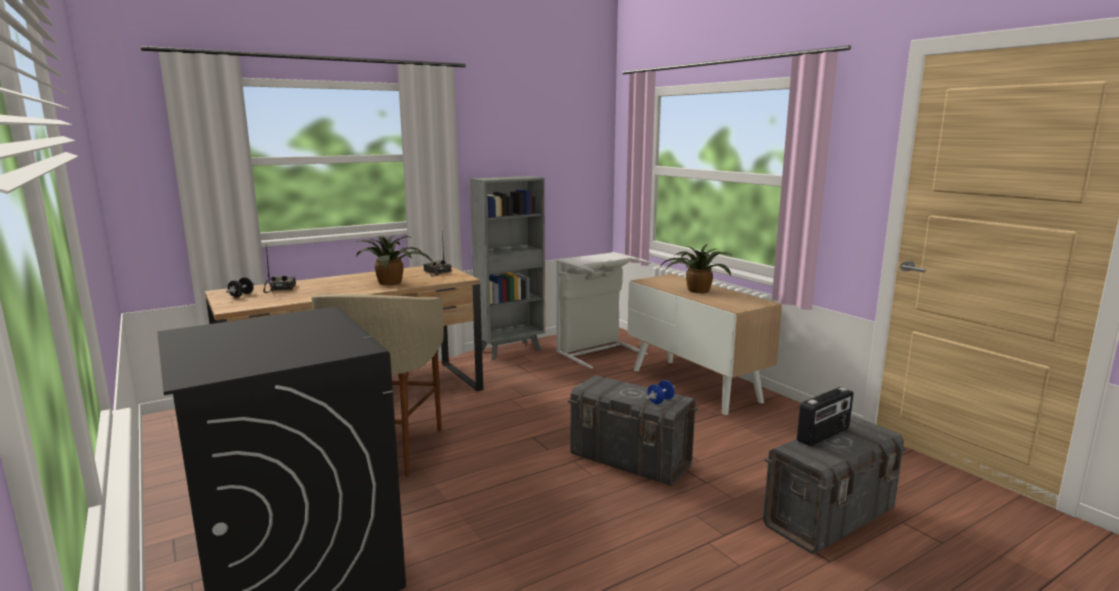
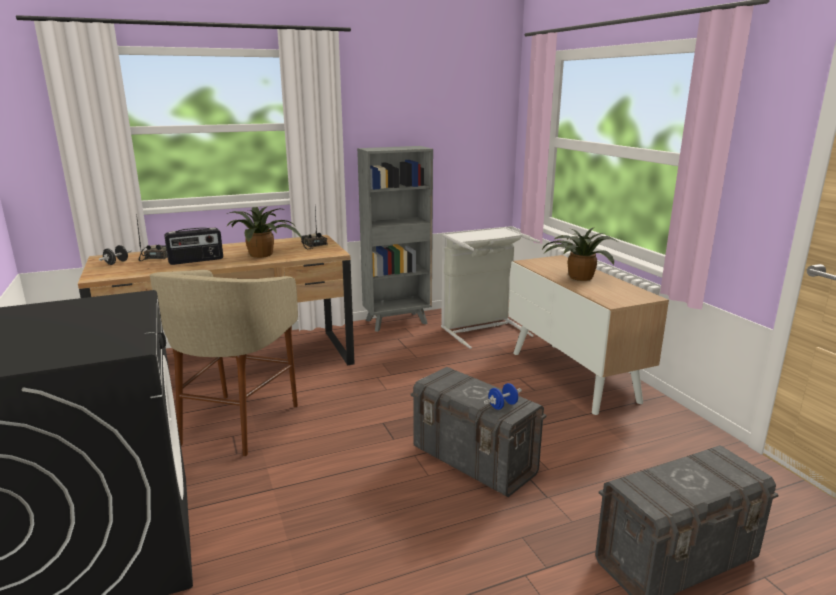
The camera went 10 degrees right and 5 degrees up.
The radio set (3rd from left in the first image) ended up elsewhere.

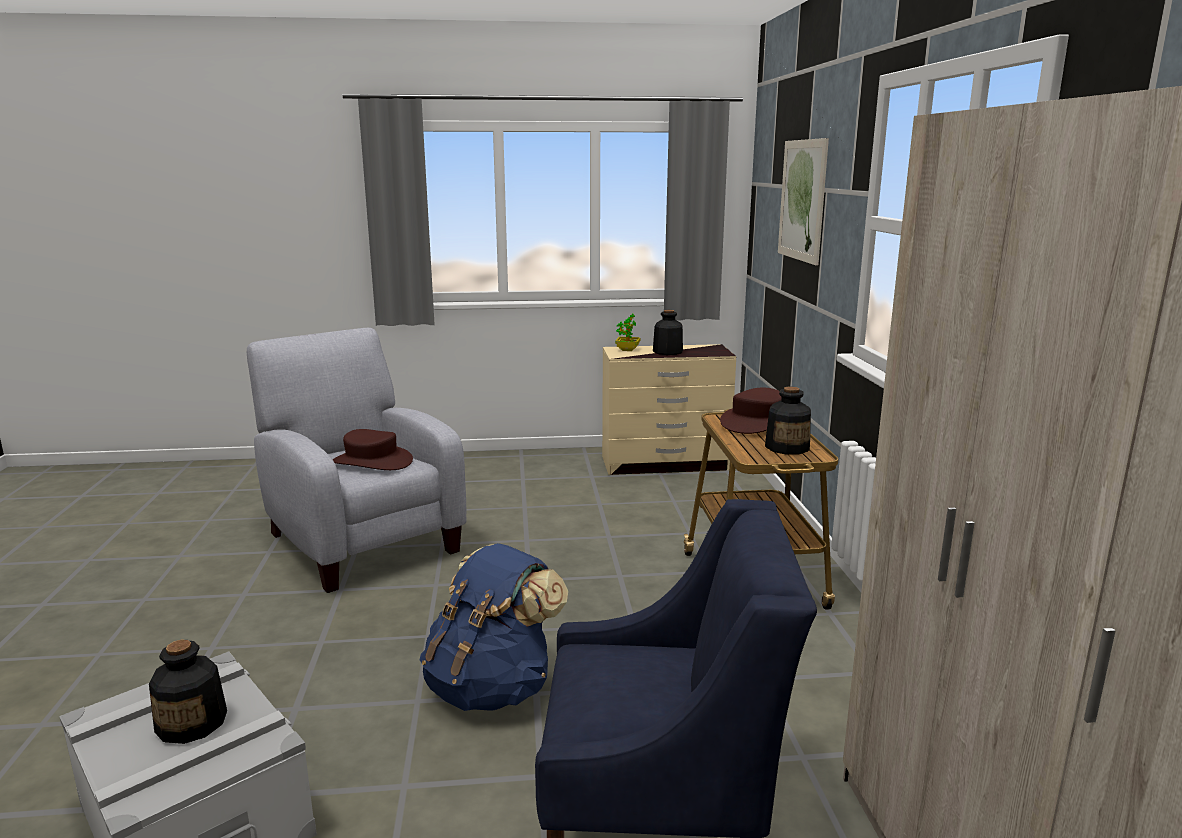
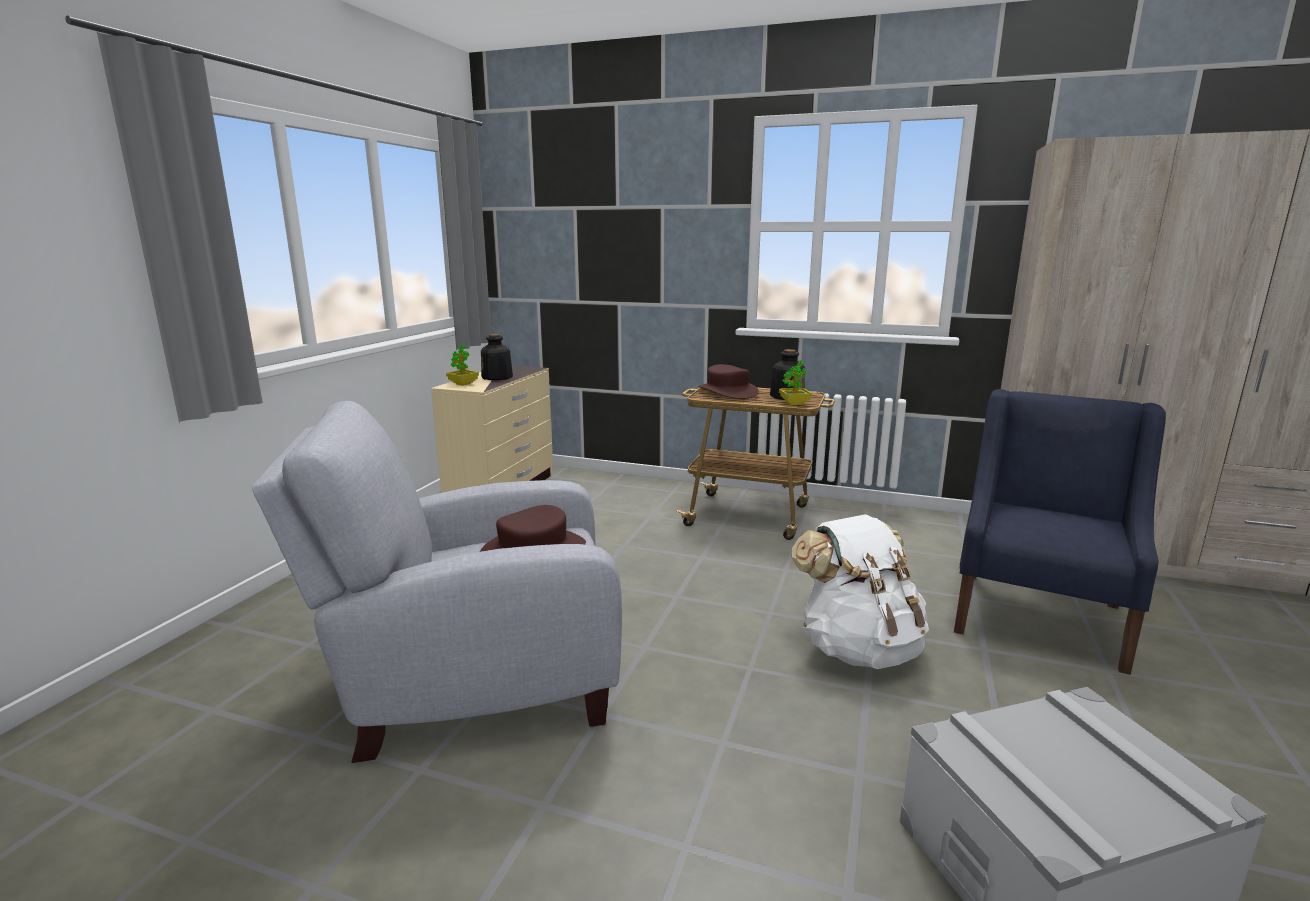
The camera went 65 degrees left and 0 degrees up.
The second view gained the potted plant (2nd from left).
What was the knapsack in bluish turned into the knapsack in white-coloured.
The second view lost the beverage bottle (1st from left).
The second view lost the wall picture.

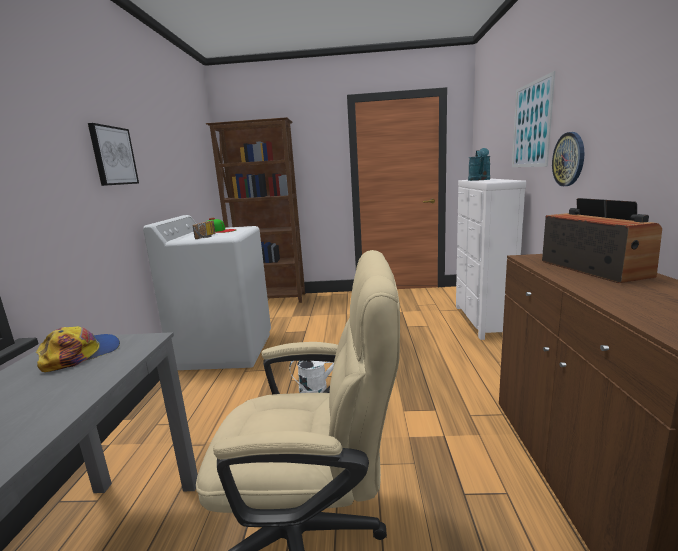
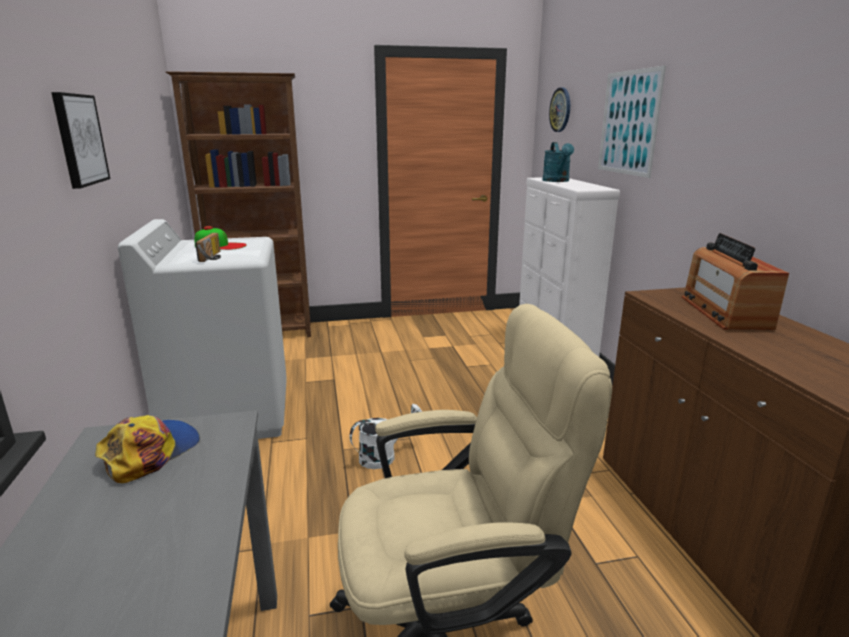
The camera went 15 degrees left and 5 degrees up.
The clock on the wall ended up elsewhere.
The radio set (2nd from left) ended up facing another way, 150 degrees counterclockwise from before.

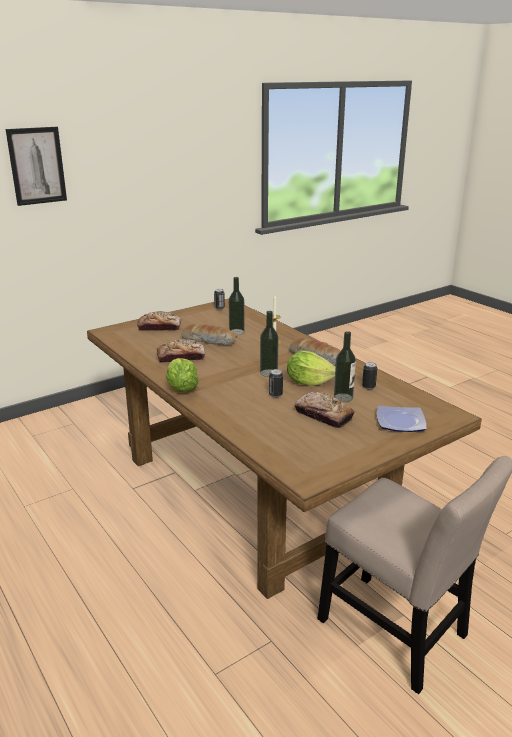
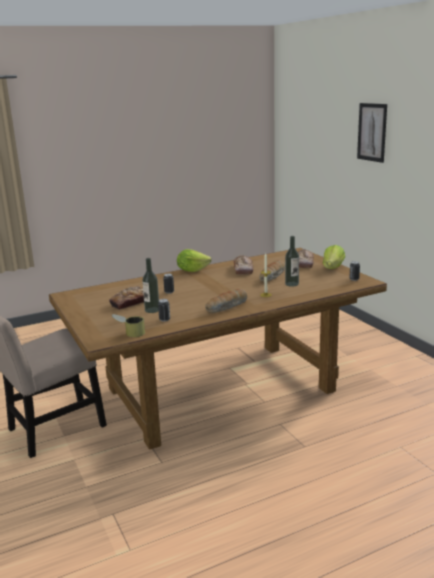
The camera went 100 degrees right and 5 degrees down.
The second view gained the sealed can (1st from left).
The lettuce head (2nd from left) ended up elsewhere.
The second view lost the beverage bottle (2nd from left).
The second view lost the dinner plate.

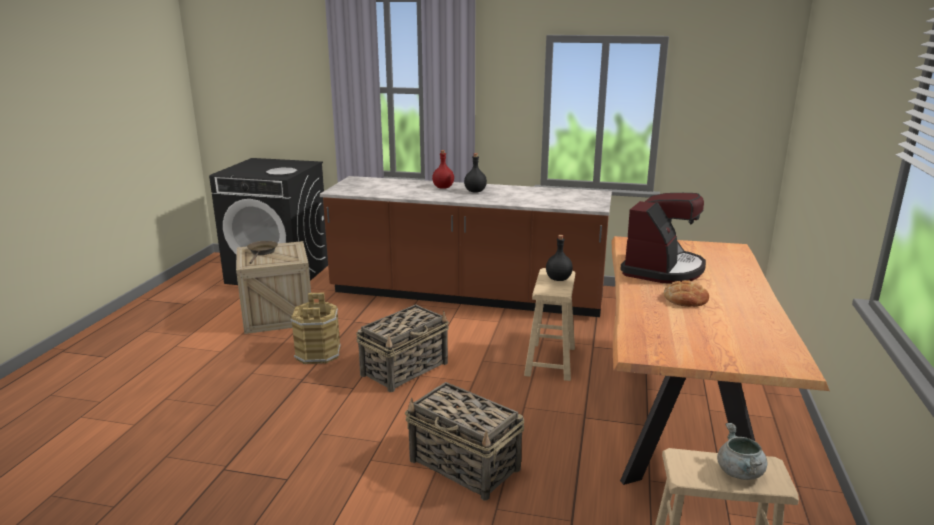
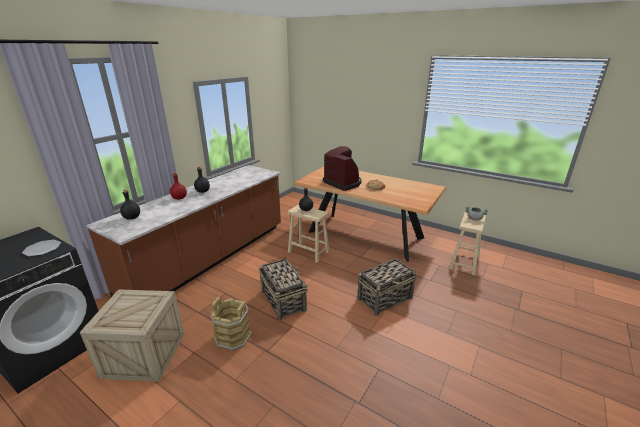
The camera went 70 degrees left and 5 degrees up.
The second view gained the beverage bottle in black (1st from left).
The second view lost the skillet in brown.

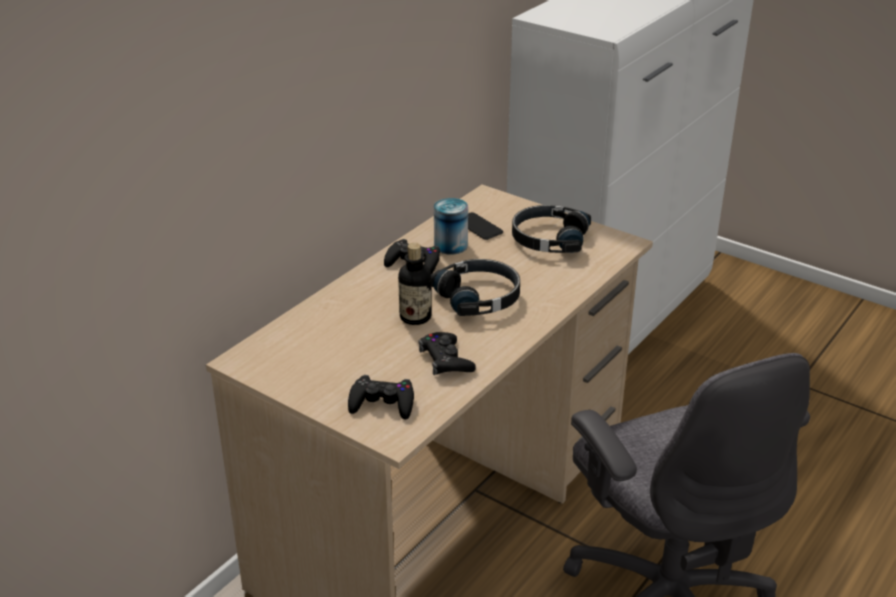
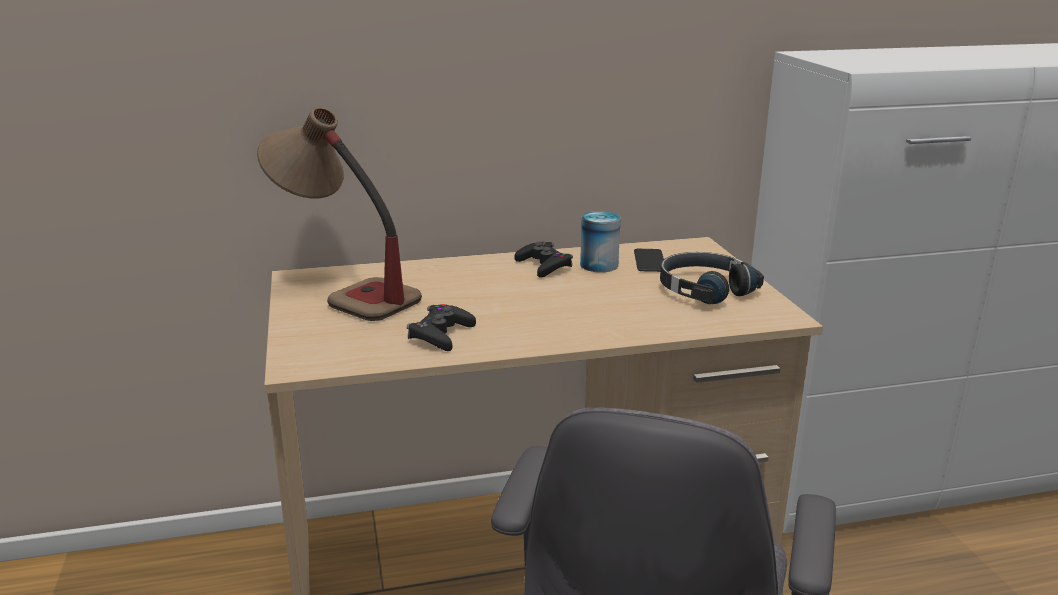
The camera went 40 degrees right and 10 degrees down.
The second view gained the lamp for a table.
The second view lost the joypad in black (1st from left).
The second view lost the beverage bottle.
The second view lost the headset in black (1st from left).

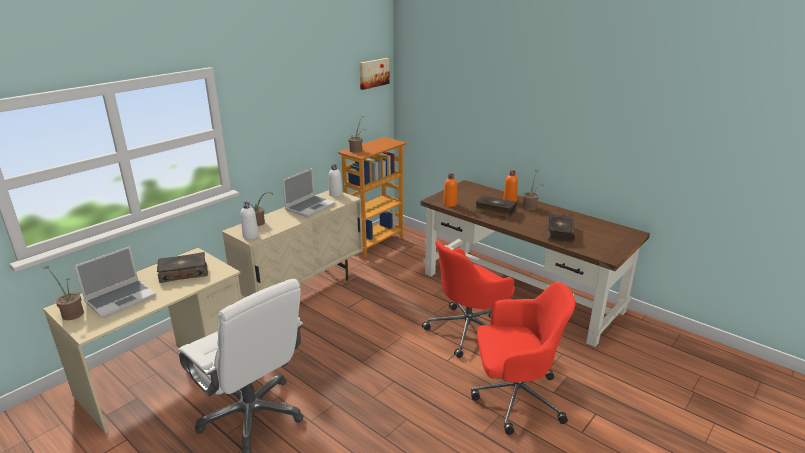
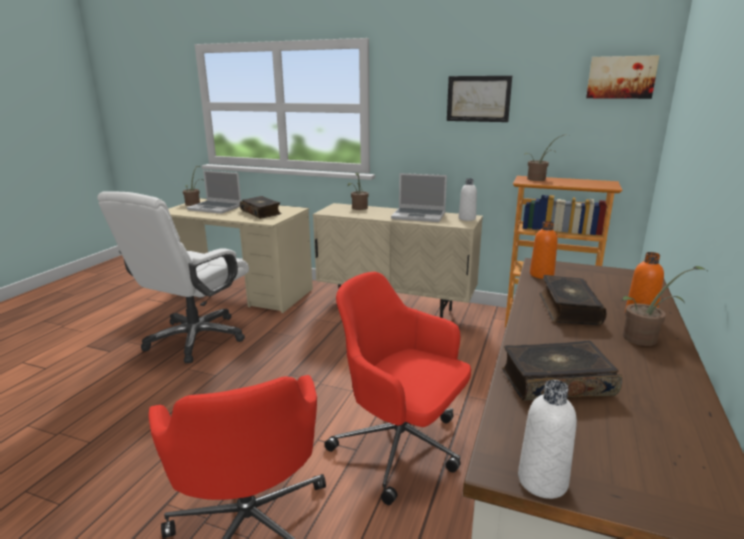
The camera went 70 degrees right and 5 degrees down.
The second view gained the wall picture (1st from left).
The beverage bottle in white-coloured (1st from left in the first image) ended up elsewhere.

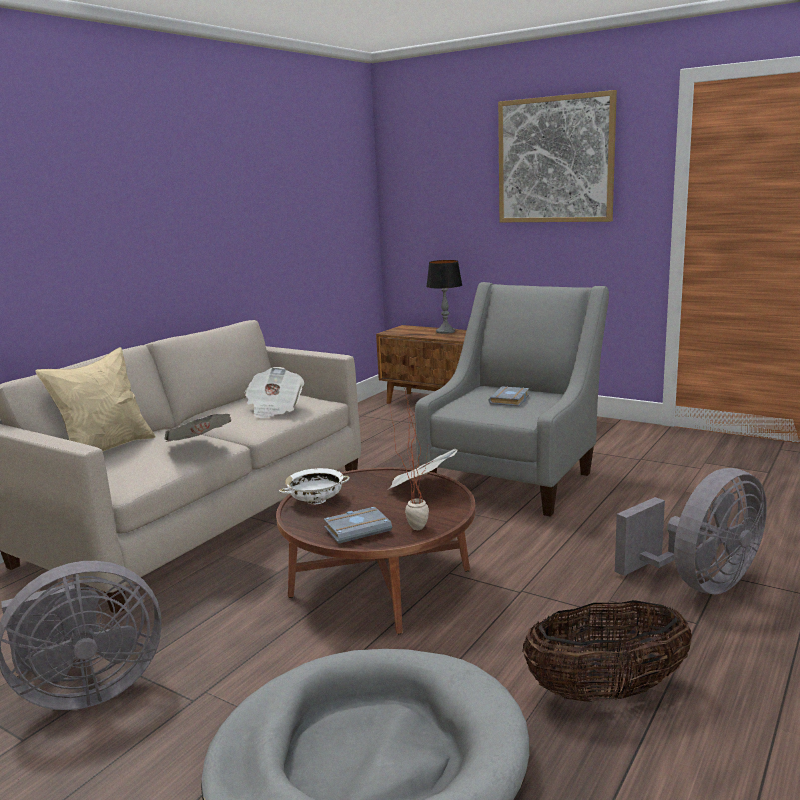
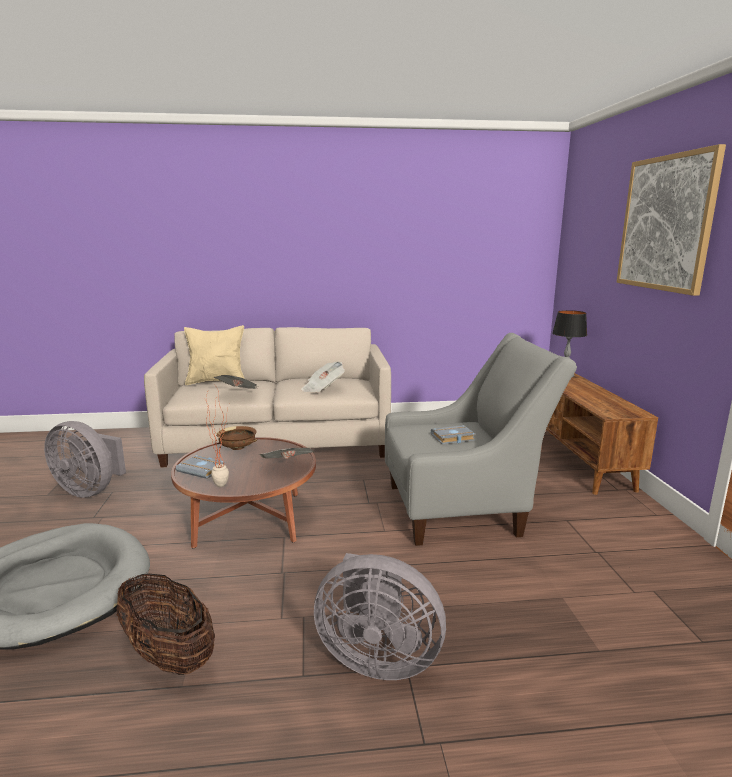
The camera went 50 degrees right and 0 degrees up.
What was the serving bowl in white-coloured turned into the serving bowl in brown.

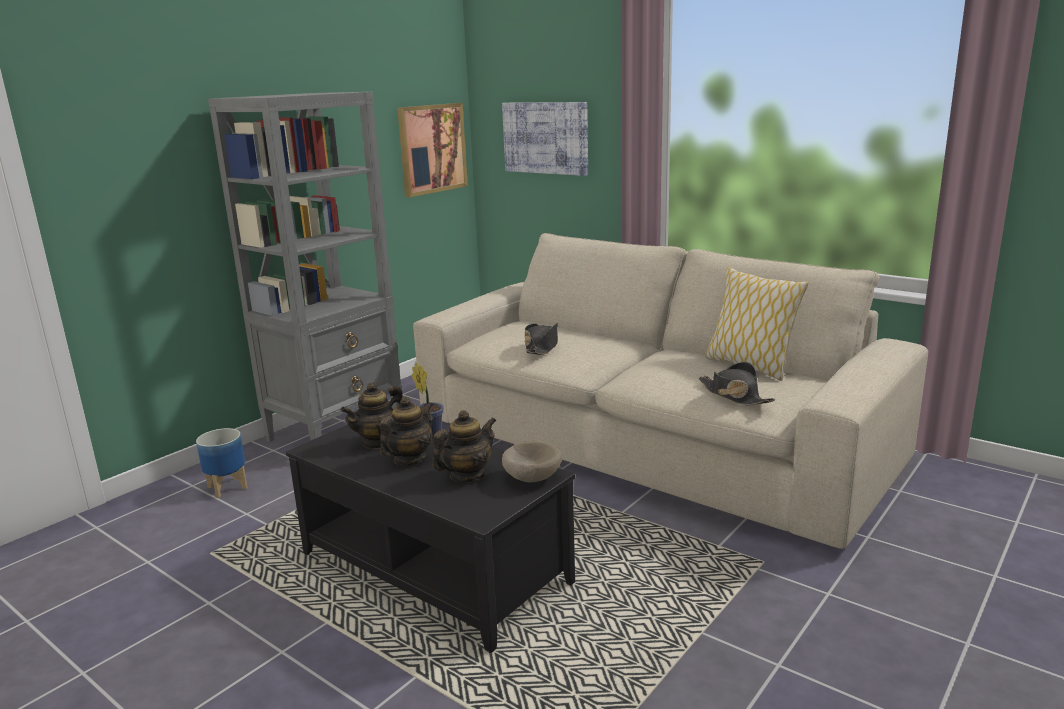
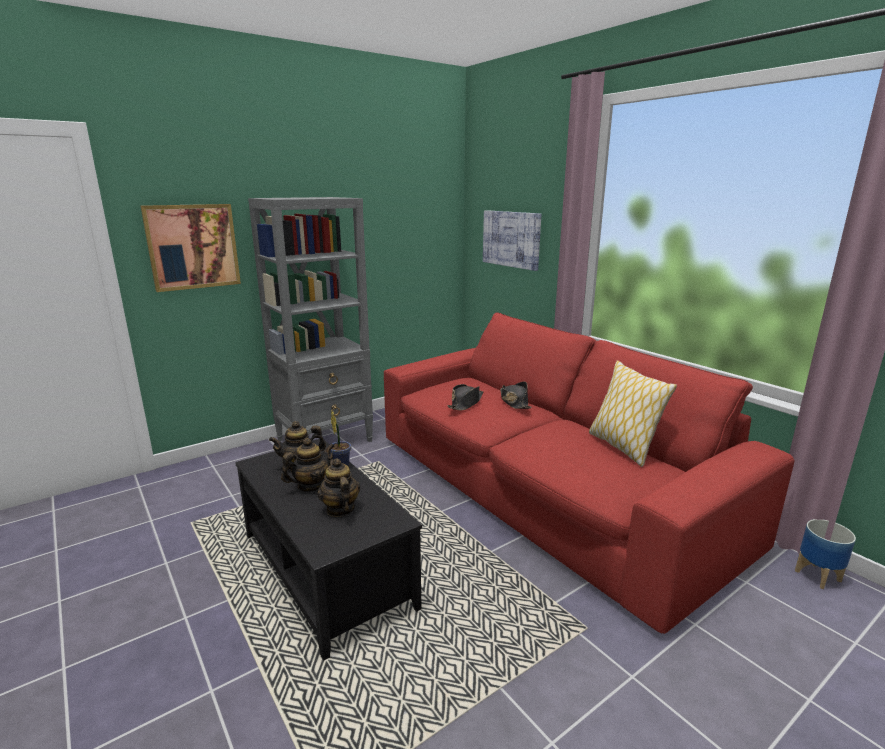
The camera went 15 degrees right and 0 degrees up.
The wall picture (1st from left) ended up elsewhere.
The pot for tea (3rd from left) ended up facing another way, 90 degrees counterclockwise from before.
What was the couch in sand-coloured turned into the couch in reddish.
The hat in black (2nd from left) ended up elsewhere.
The flower pot ended up elsewhere.
The second view lost the serving bowl in sand-coloured.

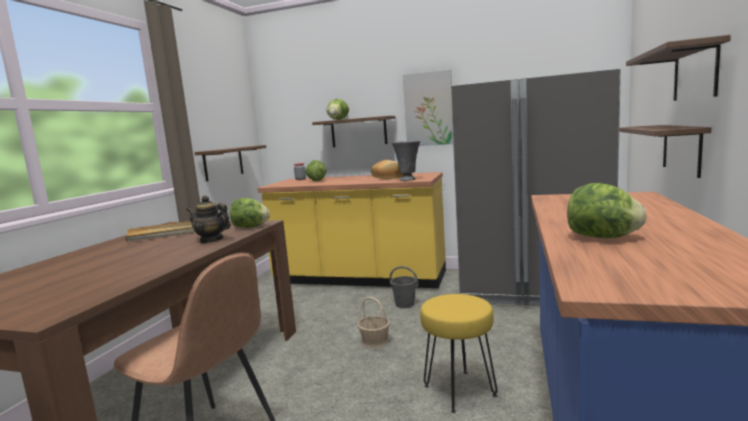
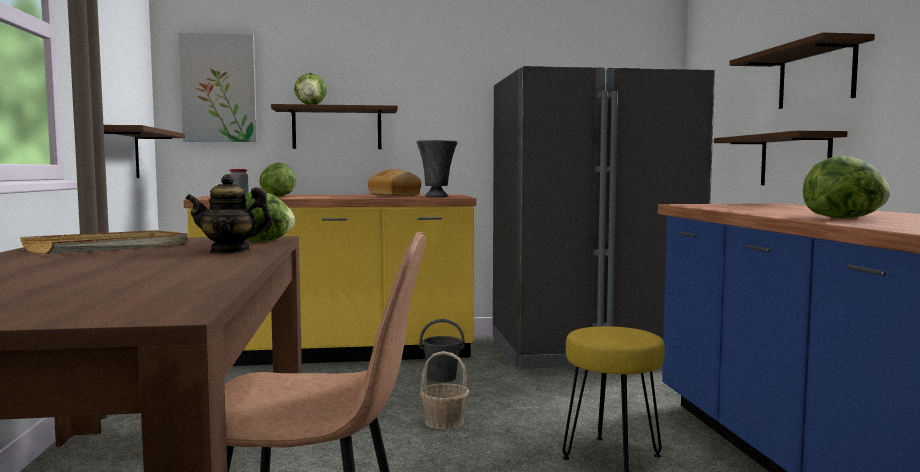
The camera went 25 degrees left and 5 degrees down.
The wall picture ended up elsewhere.

